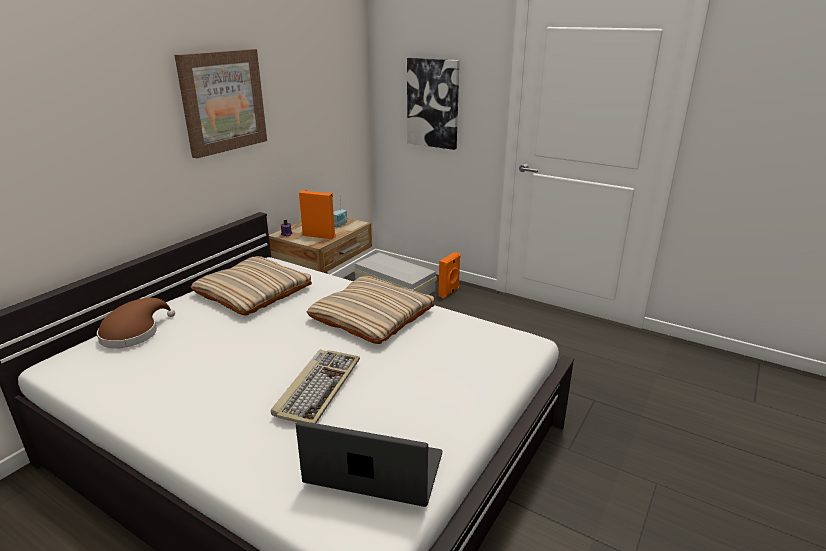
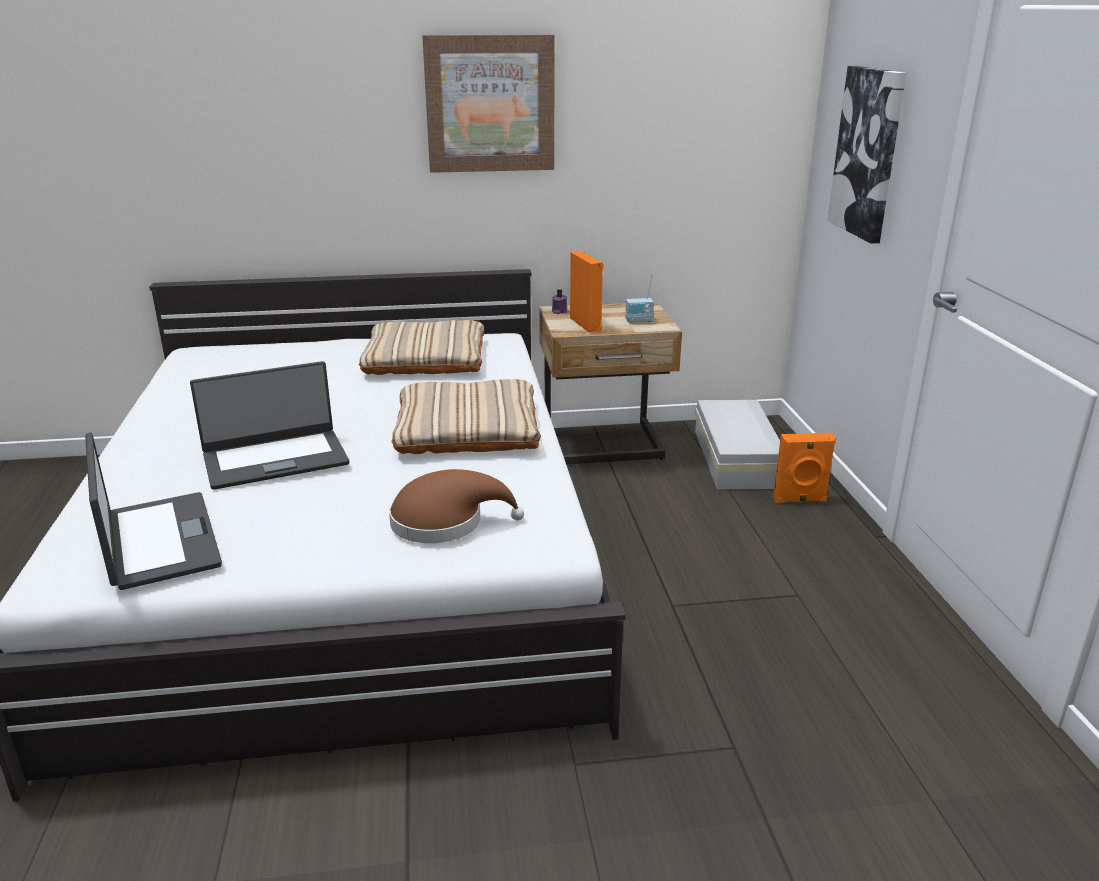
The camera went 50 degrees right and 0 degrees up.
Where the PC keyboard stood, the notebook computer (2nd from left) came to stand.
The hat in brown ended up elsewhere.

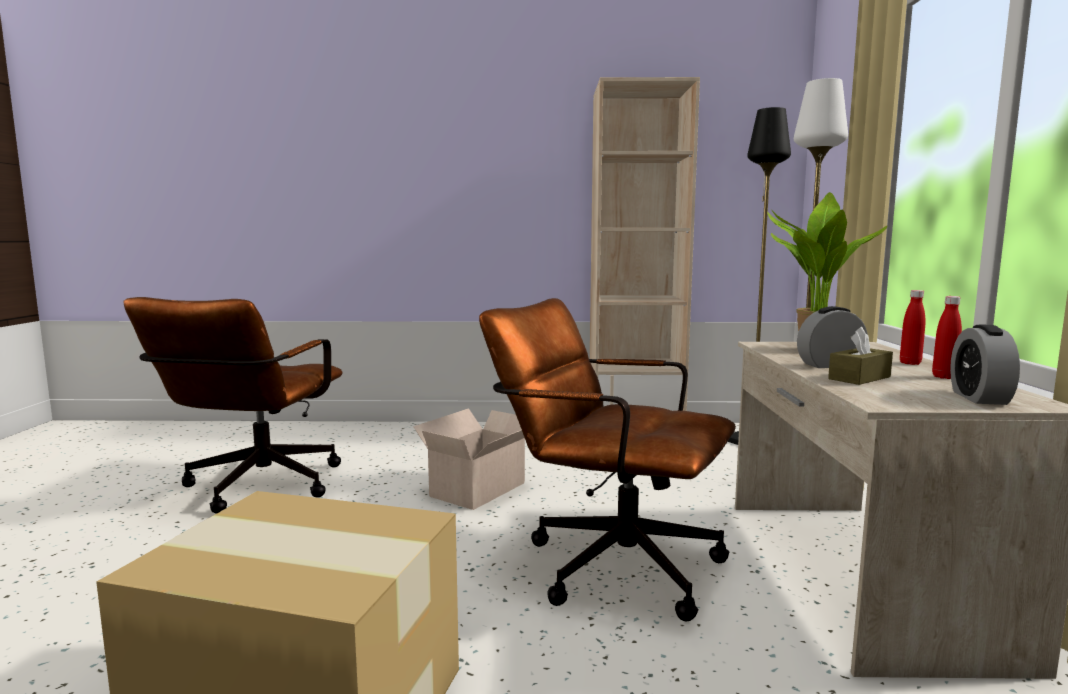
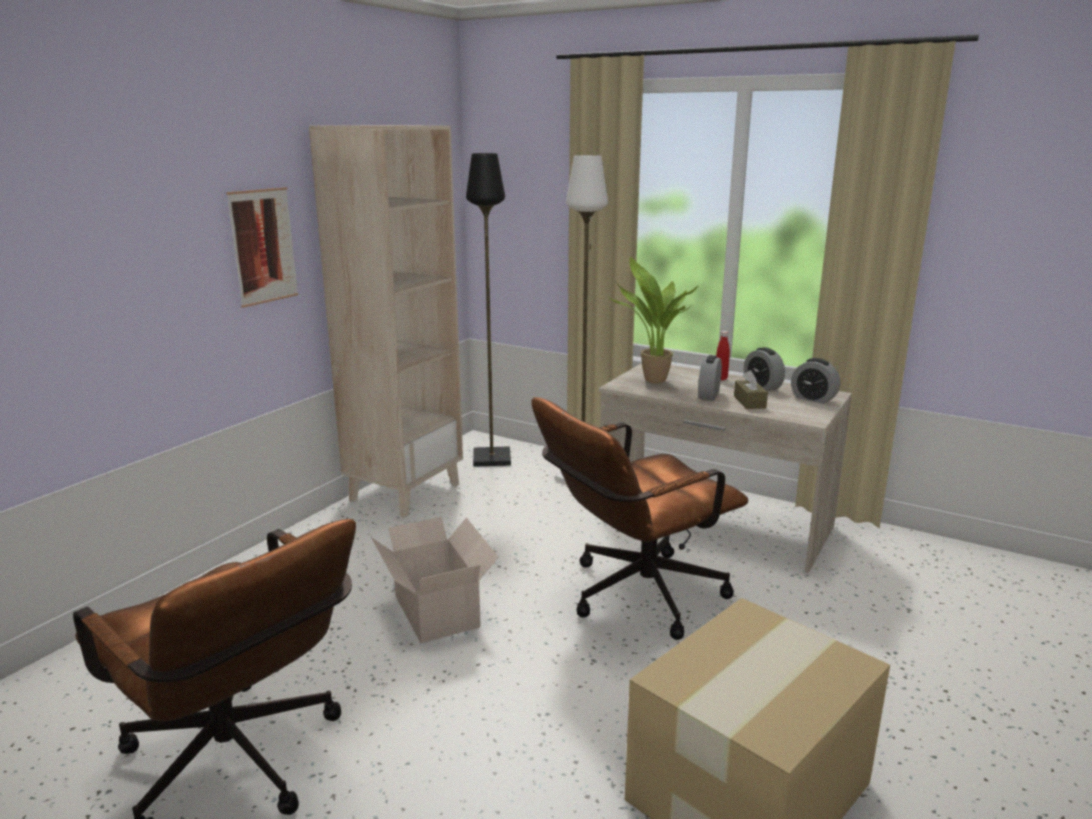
The camera went 60 degrees left and 10 degrees up.
The second view gained the wall picture.
Where the beverage bottle in reddish (2nd from left) stood, the alarm clock (2nd from left) came to stand.

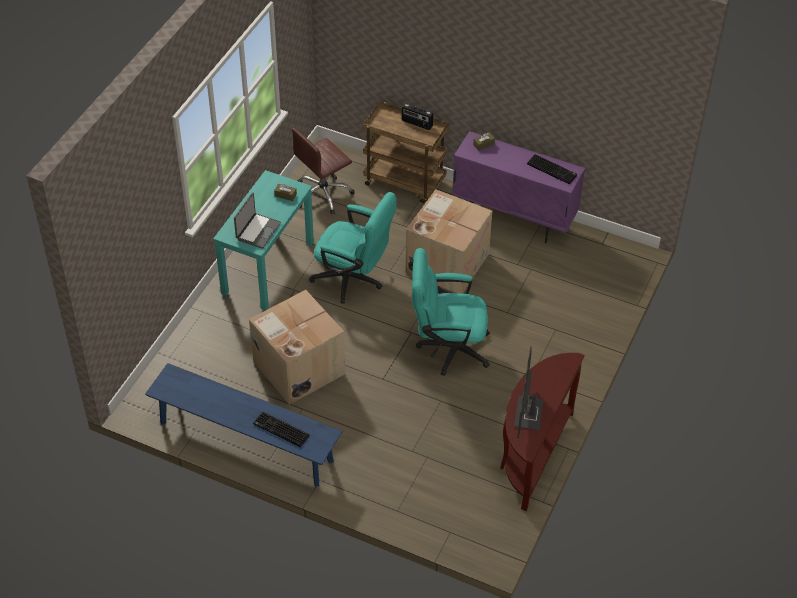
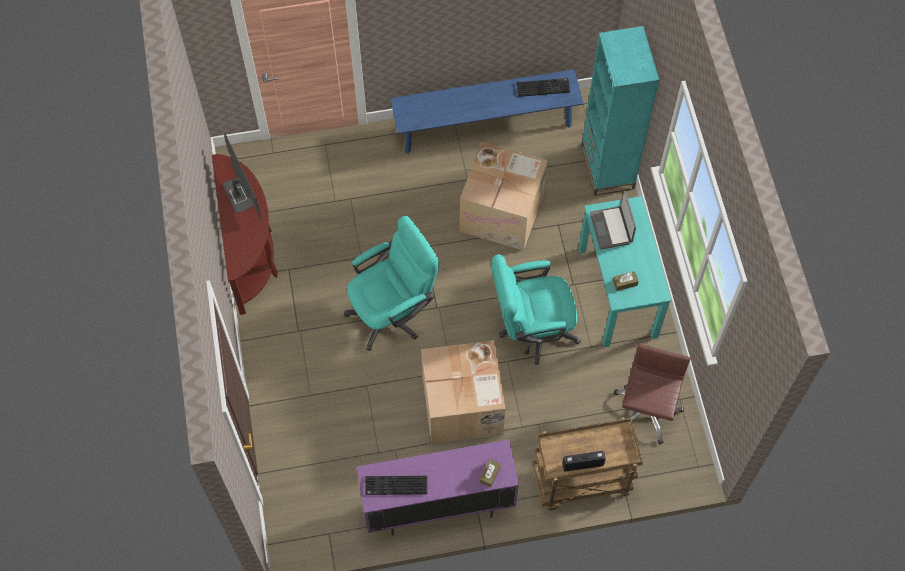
The camera went 145 degrees right and 15 degrees up.
The PC keyboard (1st from left in the first image) ended up elsewhere.
The second view gained the bookcase in turquoise.

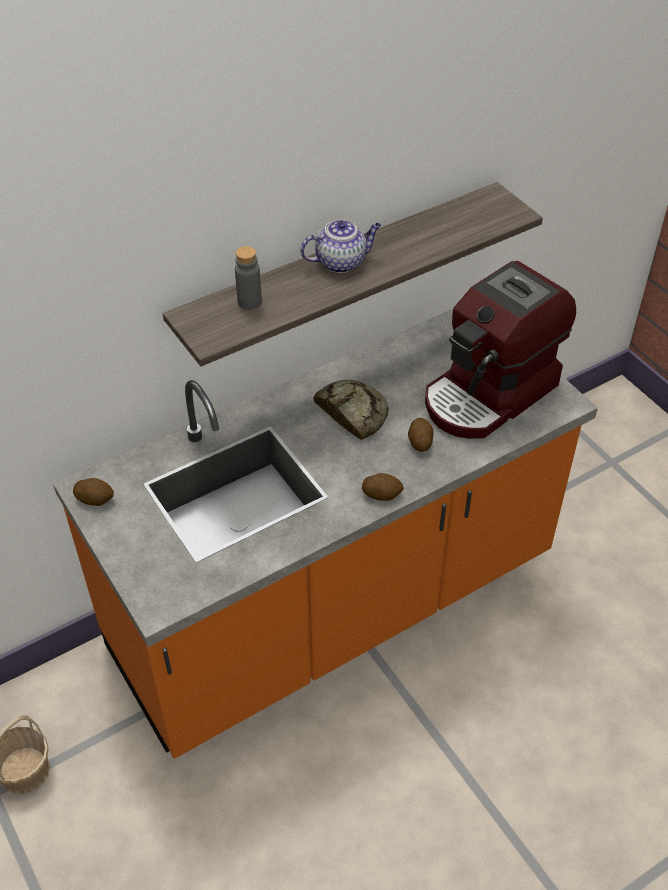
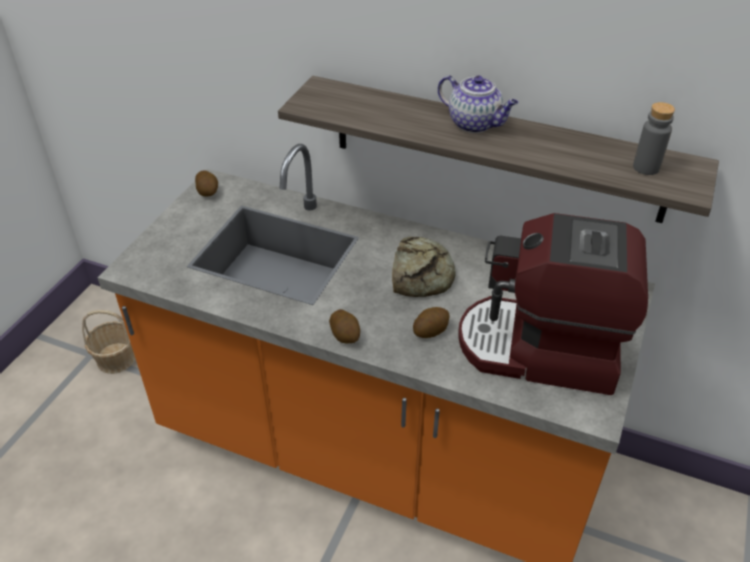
The camera went 55 degrees right and 5 degrees down.
The beverage bottle in gray ended up elsewhere.

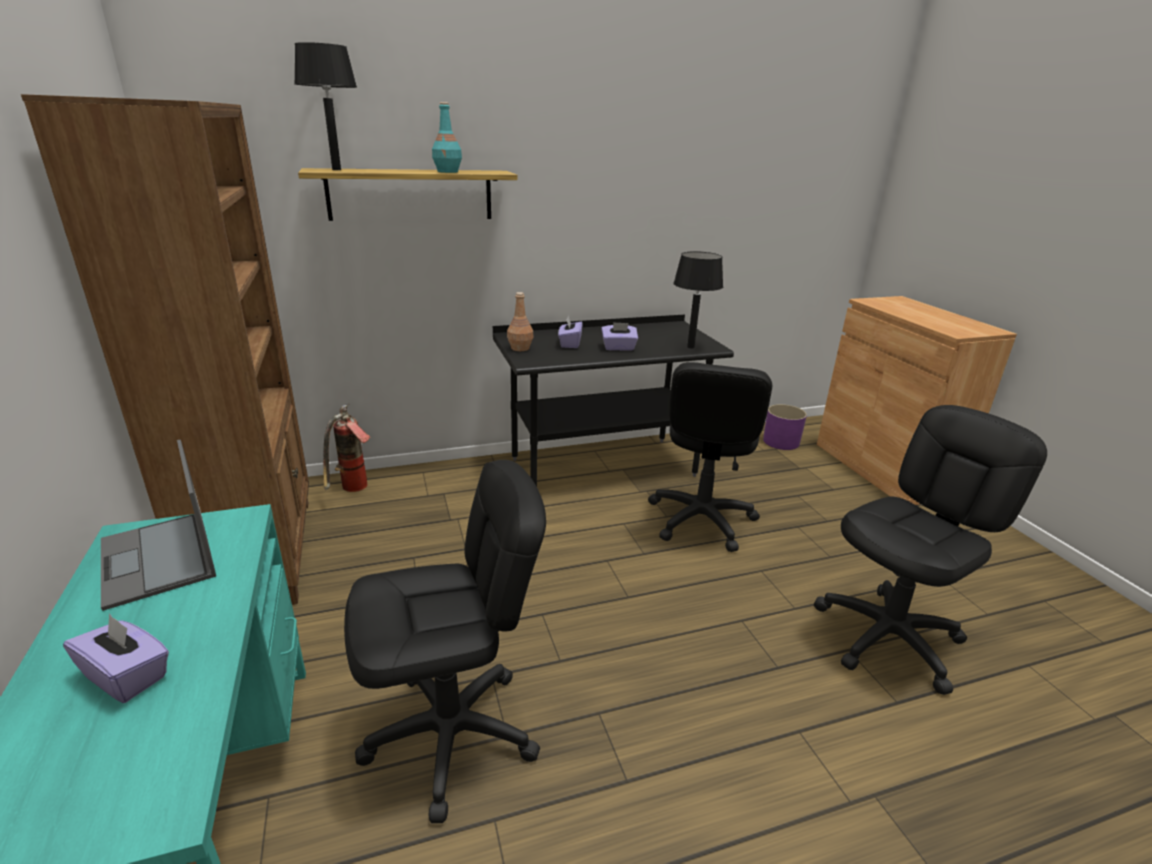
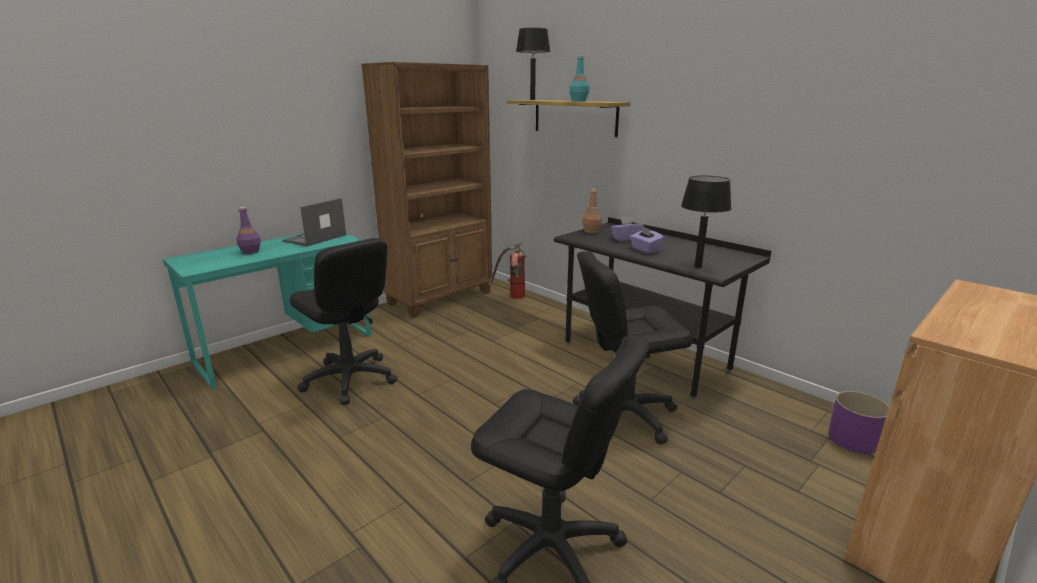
The camera went 65 degrees right and 5 degrees down.
Where the tissue holder in purplish (1st from left) stood, the beverage bottle in purplish came to stand.

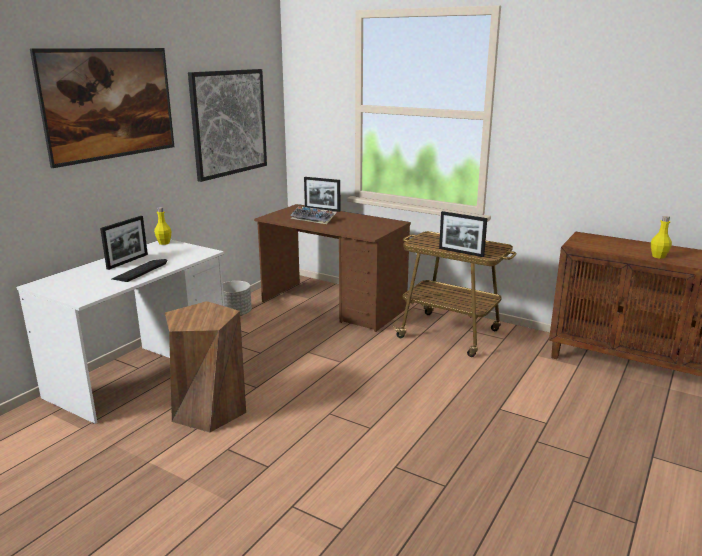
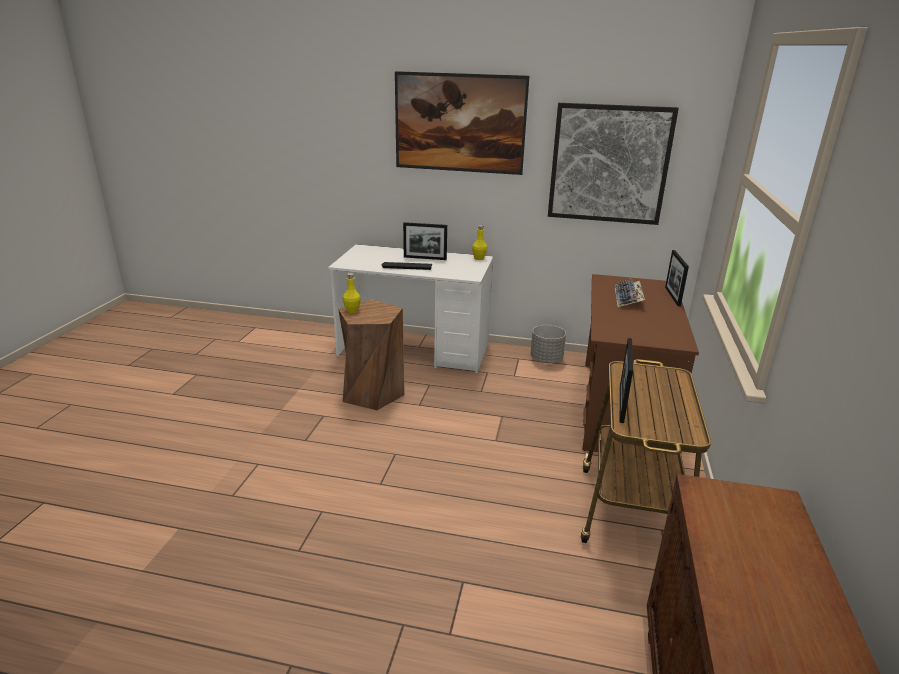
The camera went 70 degrees right and 5 degrees up.
The beverage bottle in yellow (2nd from left in the first image) ended up elsewhere.

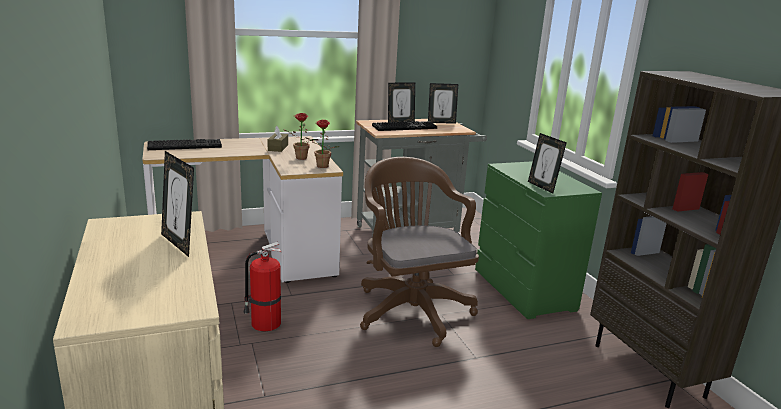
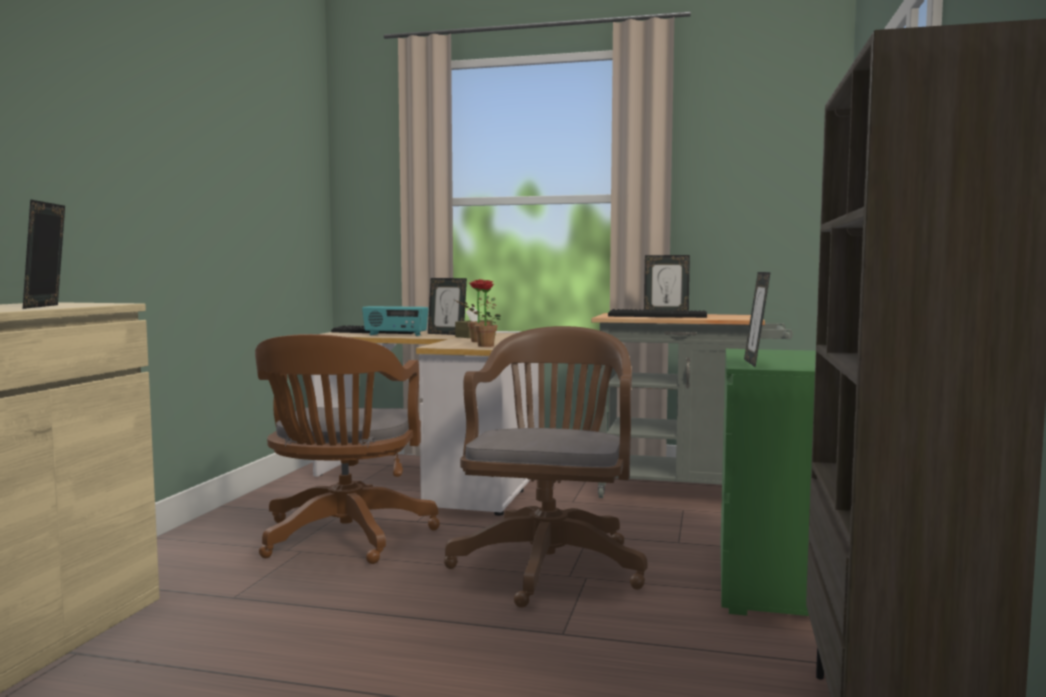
The camera went 35 degrees right and 15 degrees down.
Where the fire extinguisher stood, the computer chair in brown (1st from left) came to stand.
The second view gained the radio set.
The standing frame (3rd from left in the first image) ended up elsewhere.

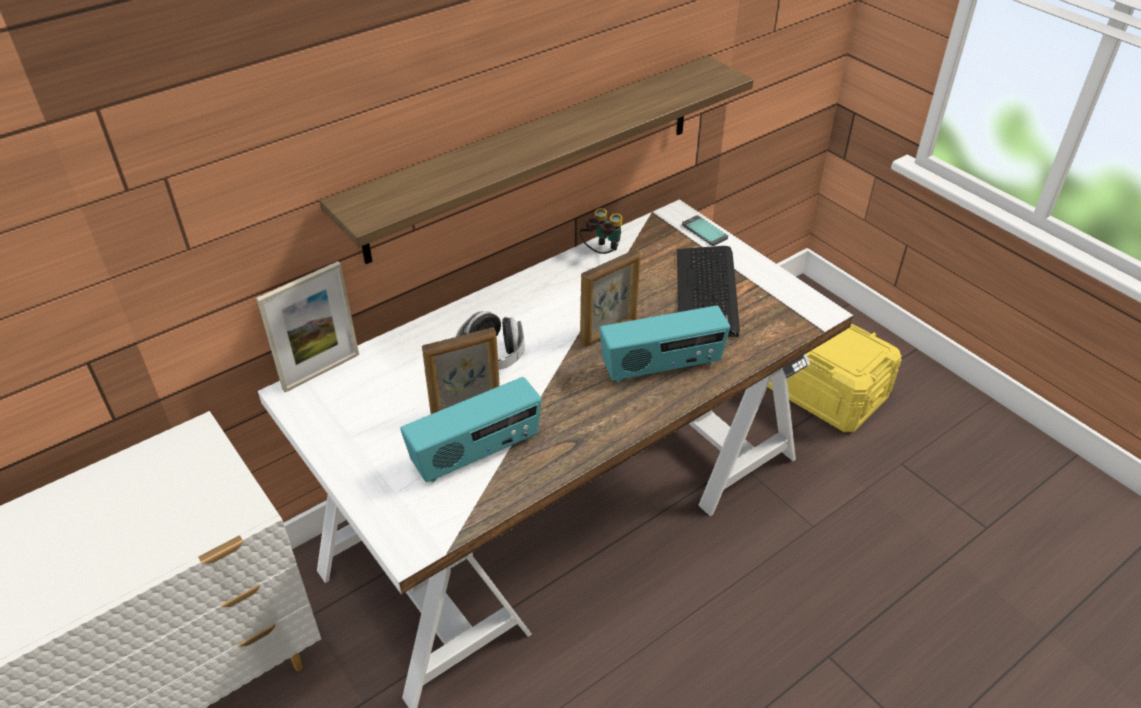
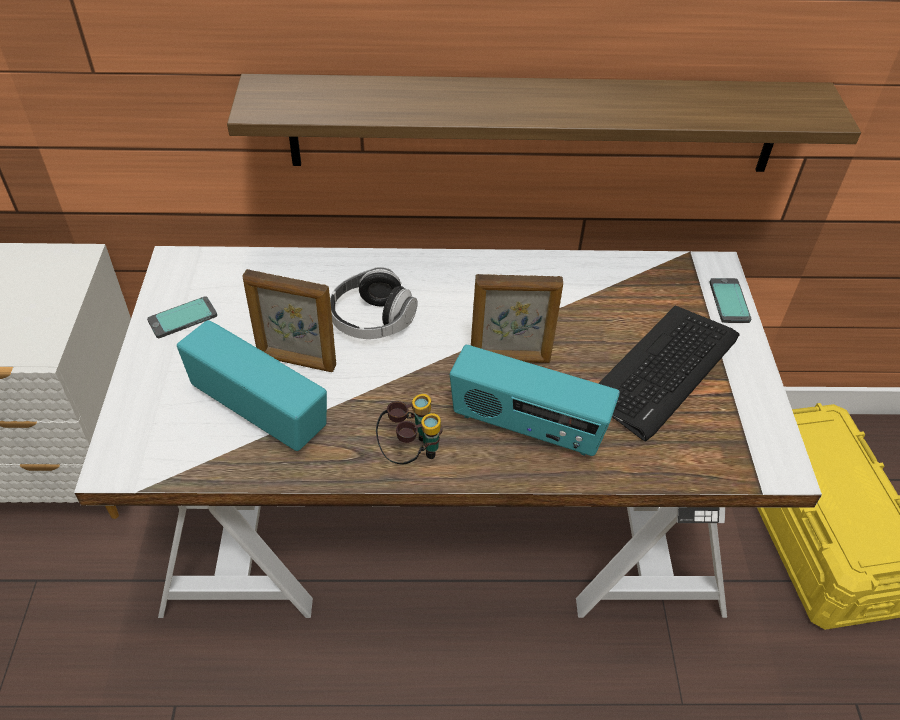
The camera went 35 degrees right and 5 degrees up.
The second view gained the phone (1st from left).
The radio set (1st from left) ended up facing another way, 150 degrees counterclockwise from before.
The pair of binoculars ended up elsewhere.
The second view lost the standing frame (1st from left).

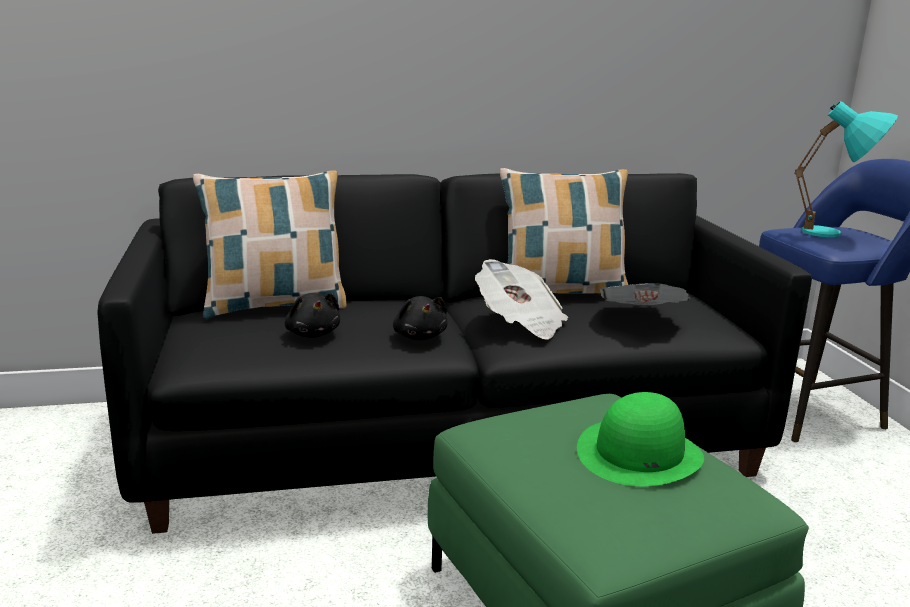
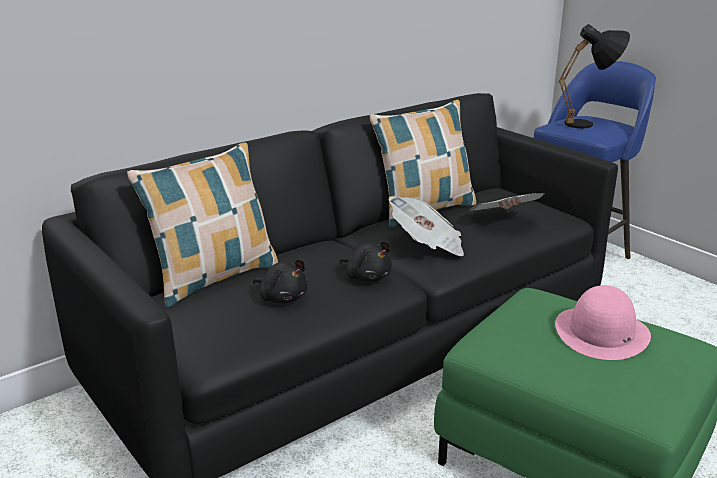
The camera went 25 degrees left and 5 degrees up.
What was the hat in greenish turned into the hat in pink-coloured.
What was the lamp for a table in turquoise turned into the lamp for a table in black.

